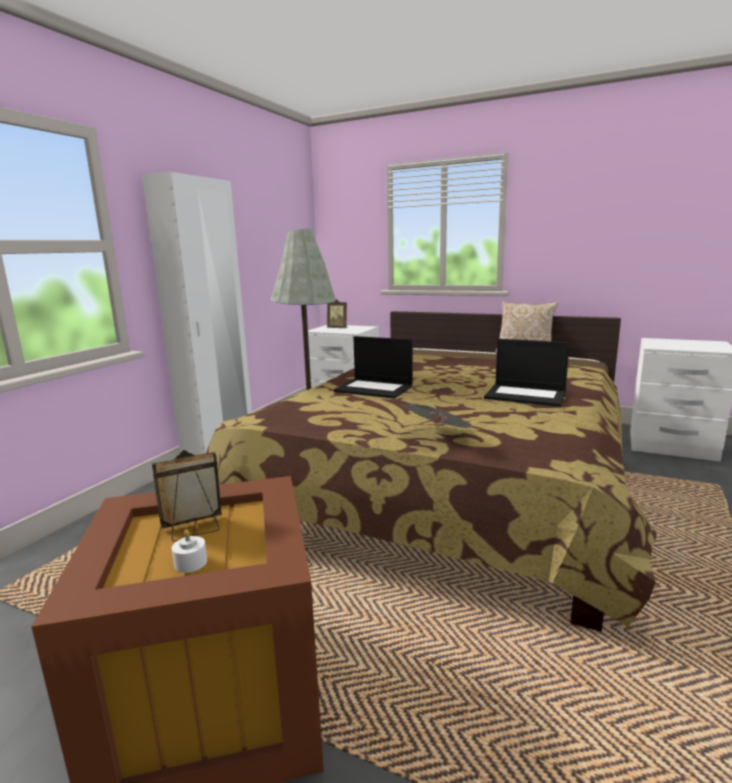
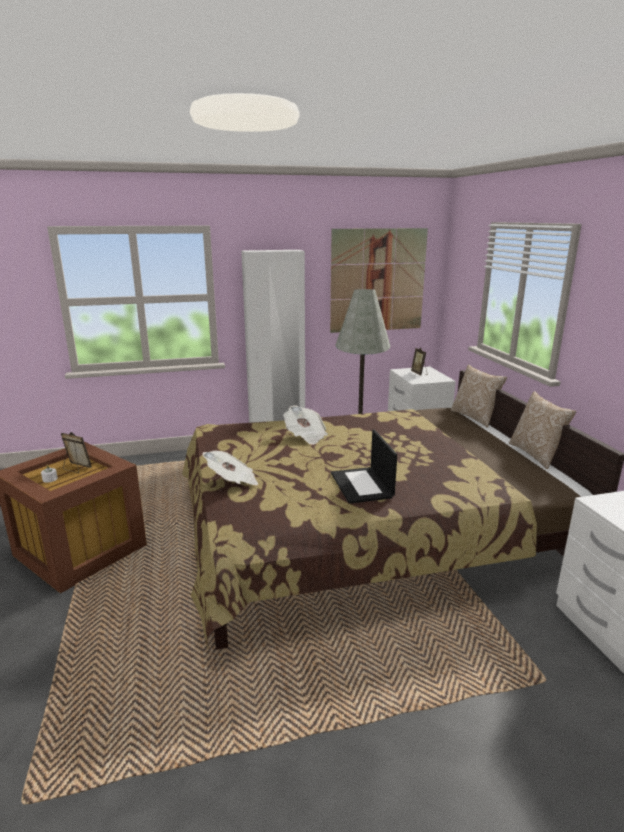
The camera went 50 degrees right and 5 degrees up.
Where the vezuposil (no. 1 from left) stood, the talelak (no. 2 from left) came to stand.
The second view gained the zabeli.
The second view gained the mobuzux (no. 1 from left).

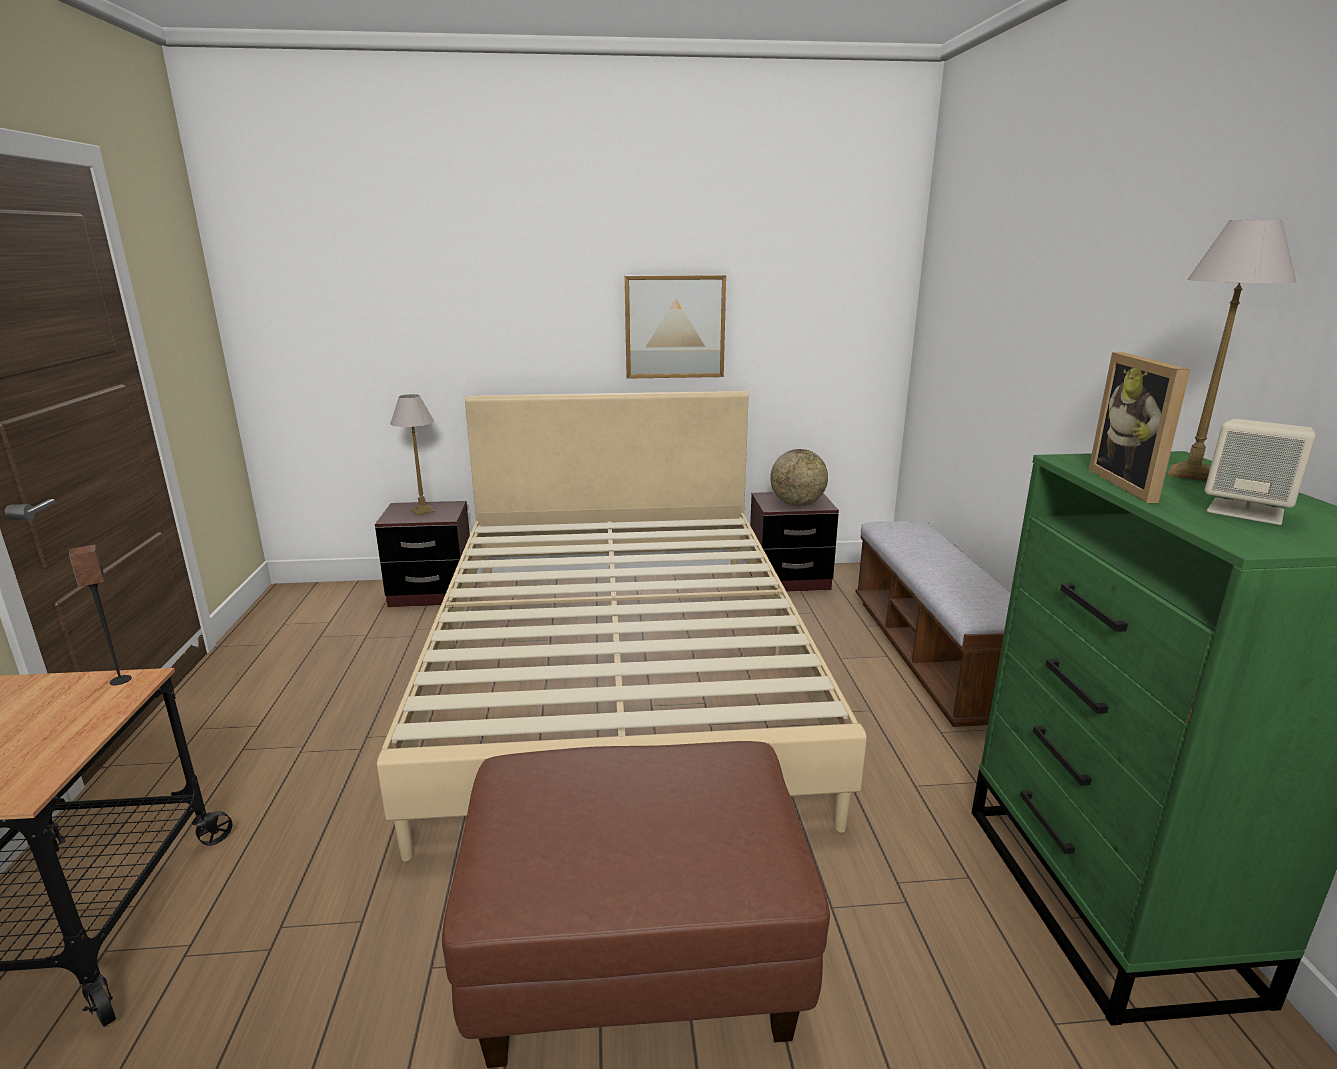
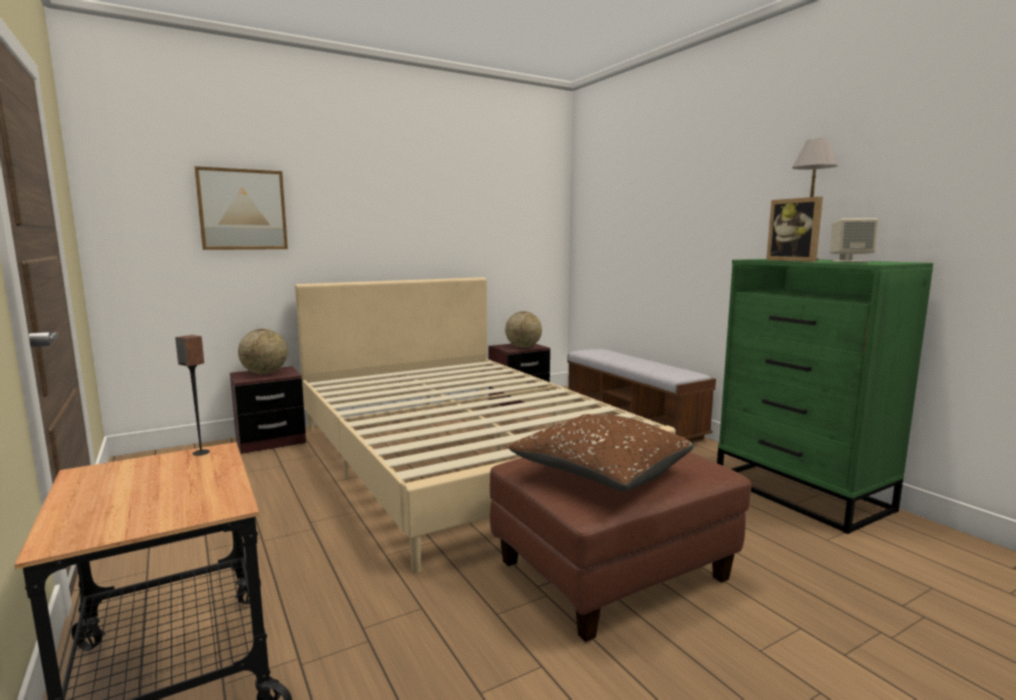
The camera went 25 degrees left and 10 degrees down.
Where the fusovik (no. 1 from left) stood, the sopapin (no. 1 from left) came to stand.
The zabeli ended up elsewhere.
The second view gained the mobuzux (brown).

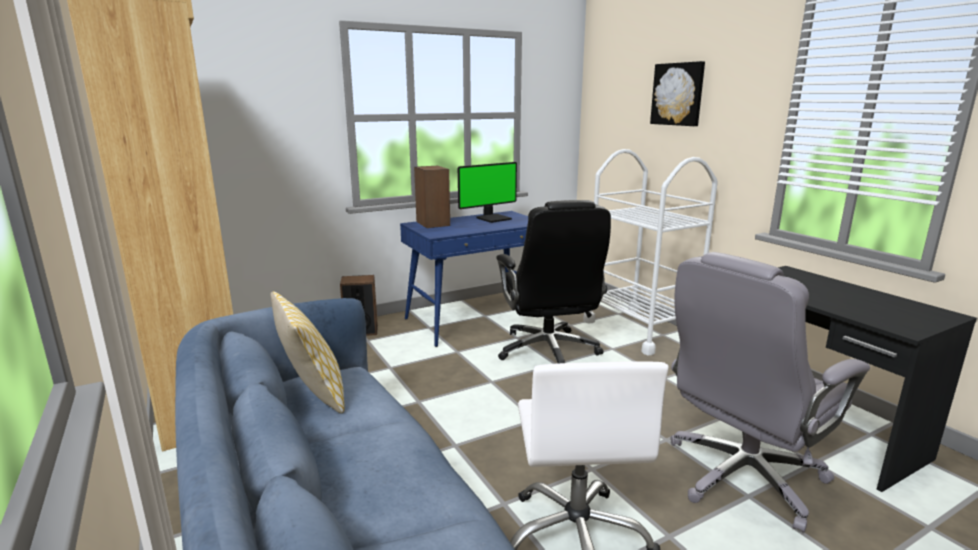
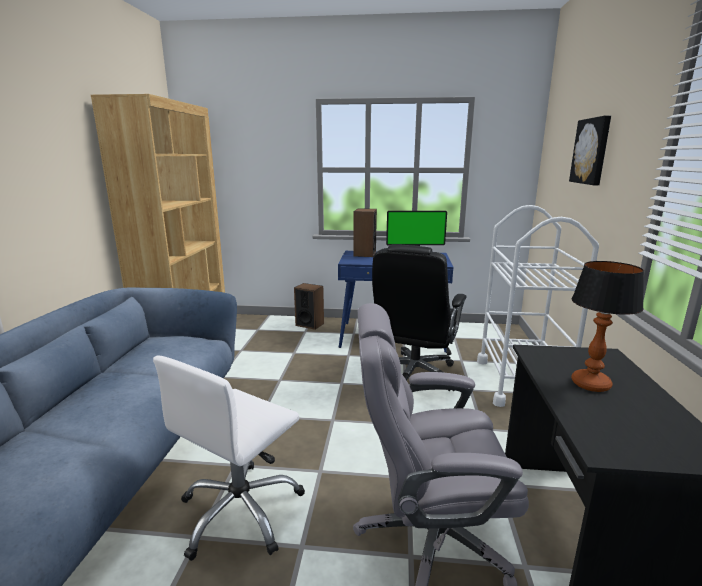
The camera went 35 degrees right and 0 degrees up.
The second view lost the mobuzux.
The second view gained the fusovik.

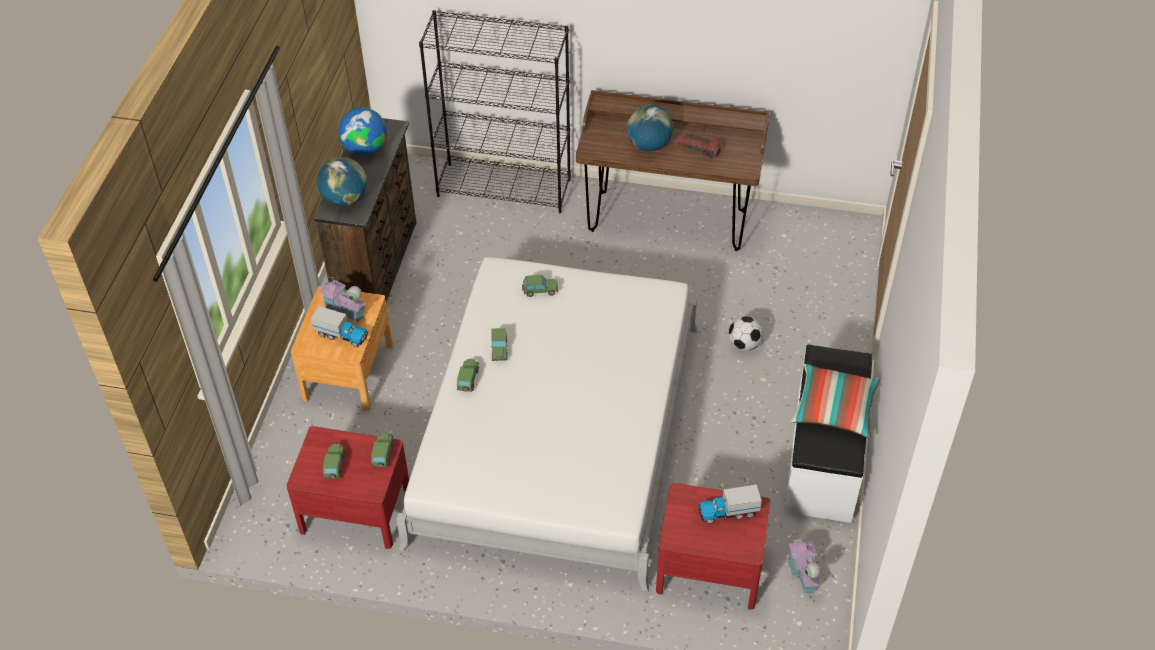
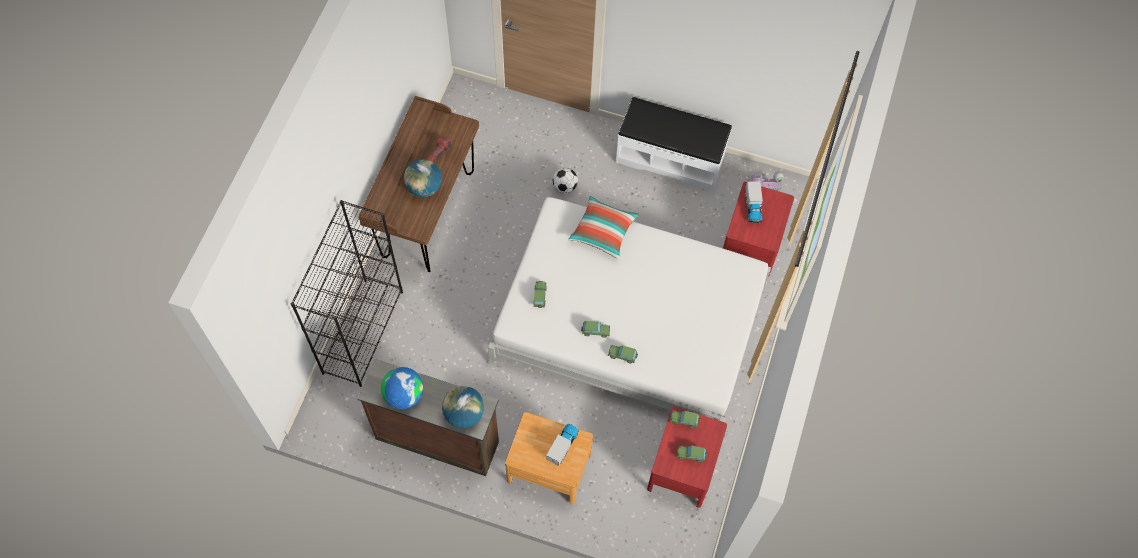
The camera went 85 degrees left and 15 degrees up.
The second view lost the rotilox (no. 1 from left).
The mobuzux ended up elsewhere.

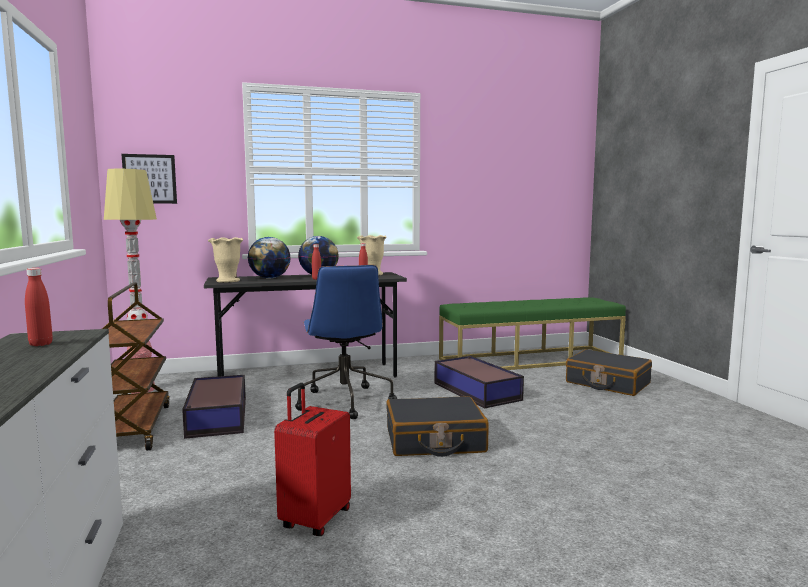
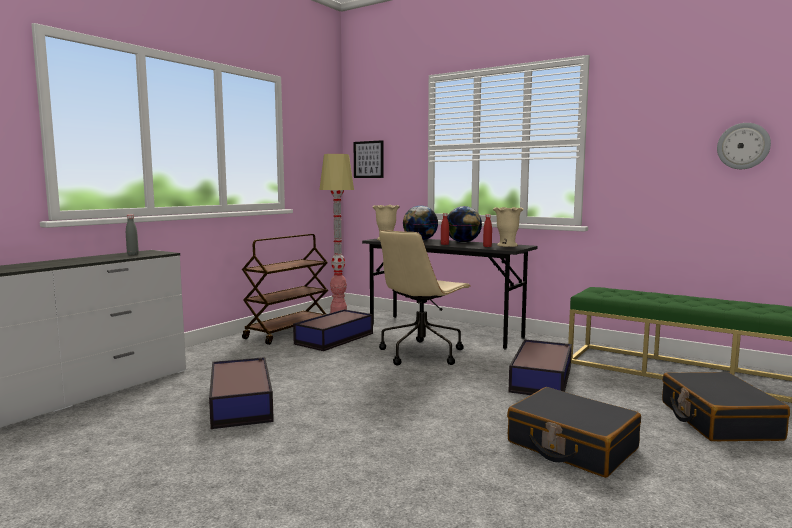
The camera went 50 degrees right and 0 degrees up.
What was the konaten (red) (no. 1 from left) turned into the konaten (grey).
Where the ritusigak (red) stood, the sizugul (no. 1 from left) came to stand.
What was the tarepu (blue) turned into the tarepu (beige).
The ritusigak (black) (no. 1 from left) ended up elsewhere.
The second view gained the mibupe.

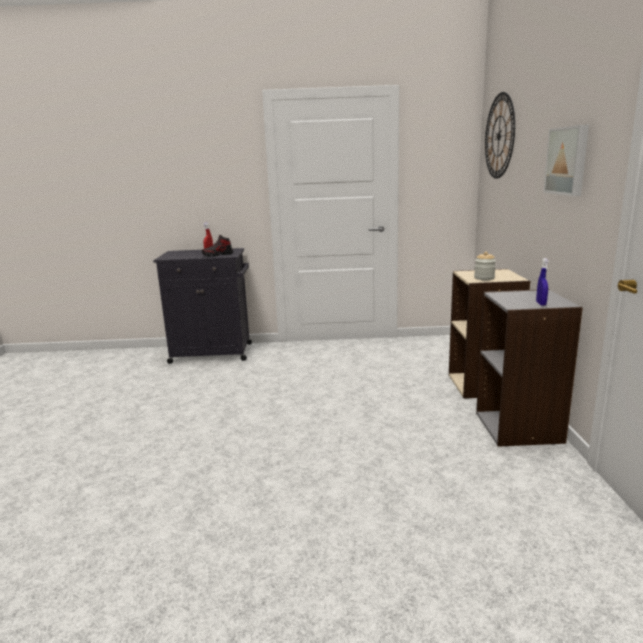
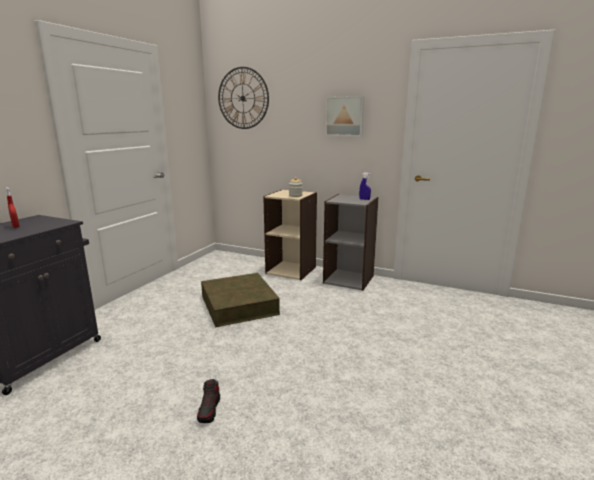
The camera went 65 degrees left and 0 degrees up.
The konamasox ended up elsewhere.
The second view gained the sizugul (brown).

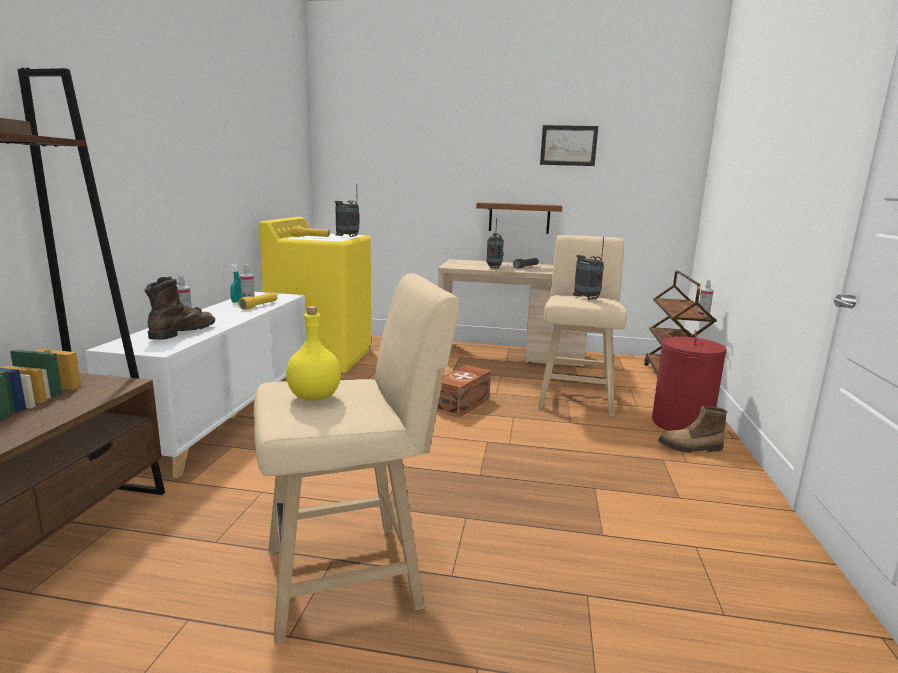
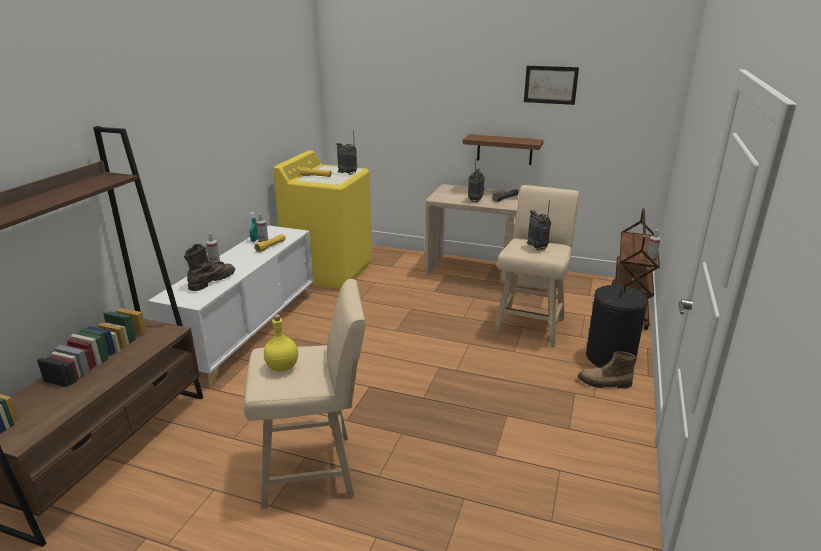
The camera went 10 degrees right and 10 degrees up.
The second view lost the sizugul (brown).
What was the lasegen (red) turned into the lasegen (black).

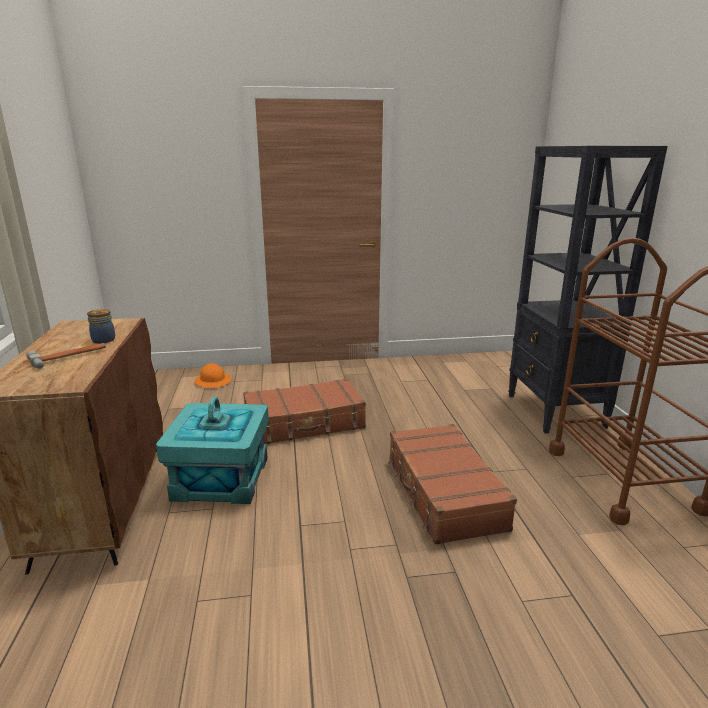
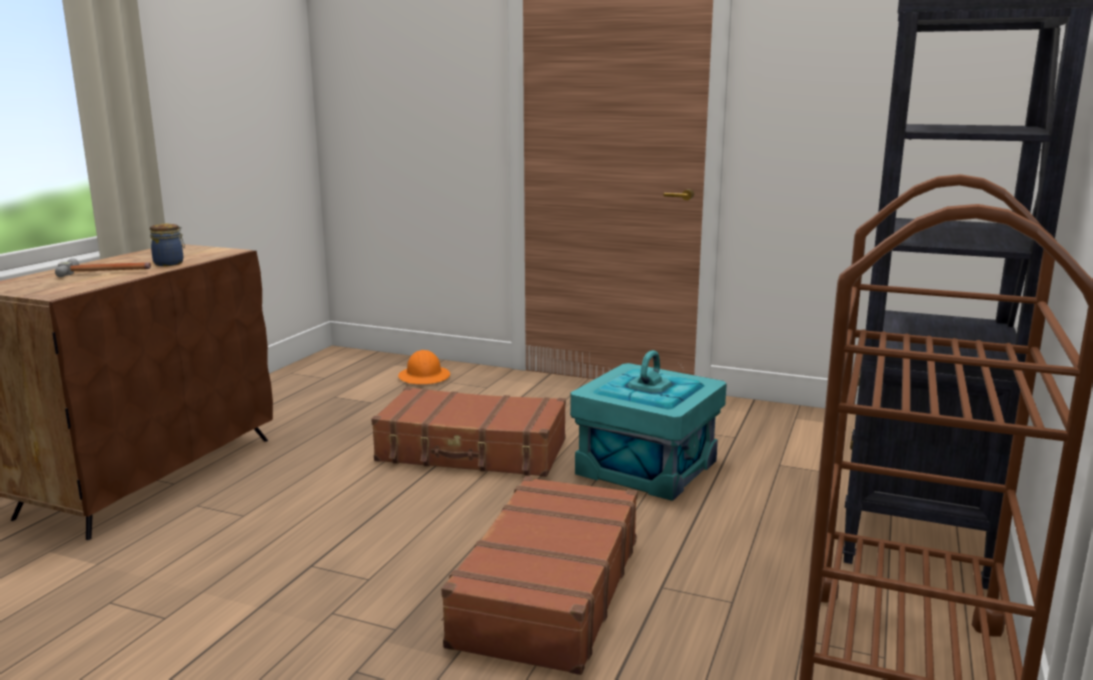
The camera went 30 degrees right and 5 degrees down.
The sizugul (turquoise) ended up elsewhere.

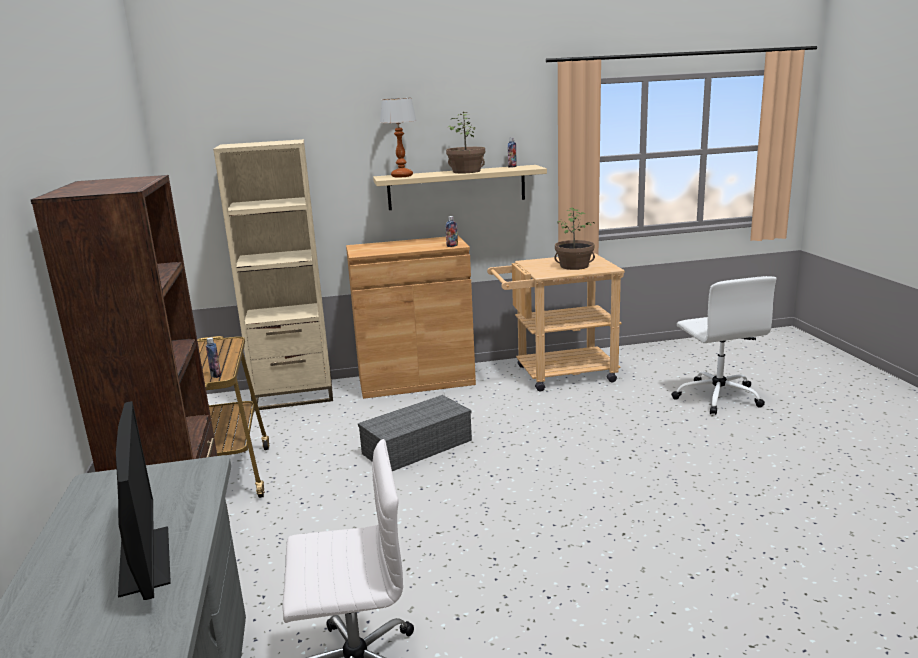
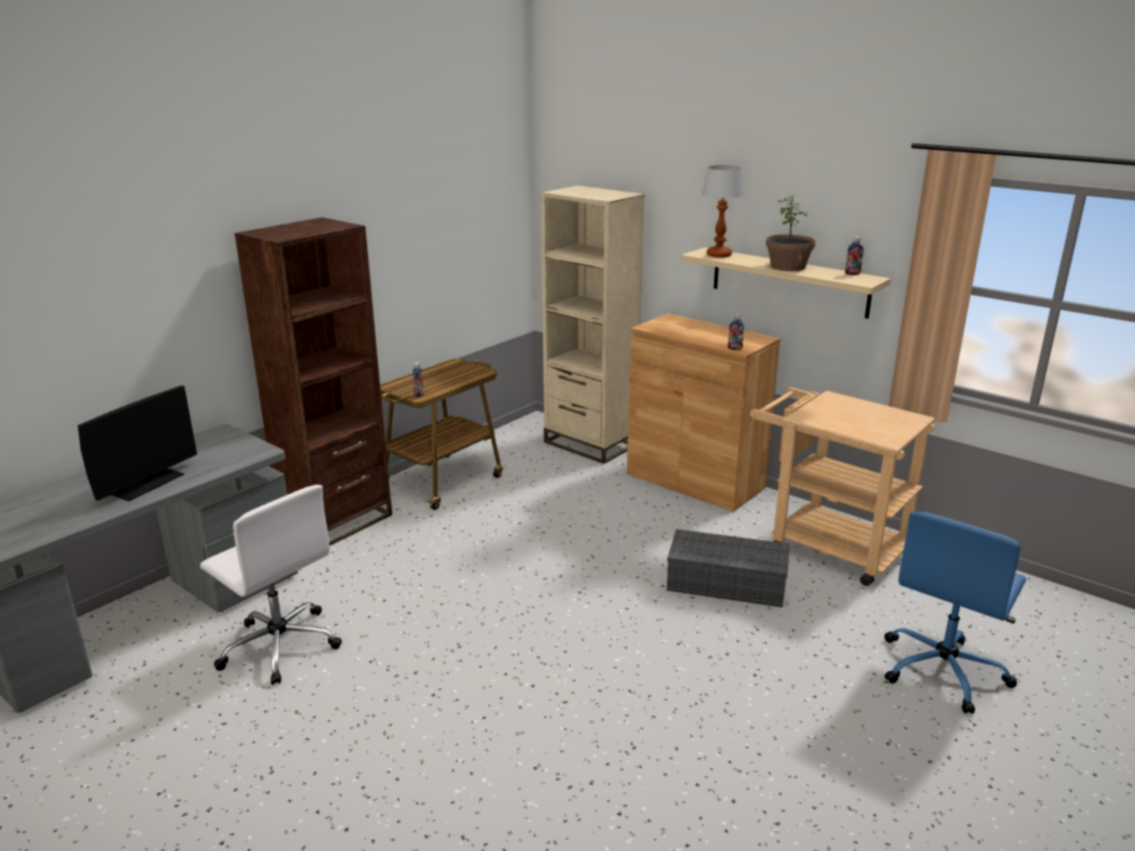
The camera went 50 degrees right and 5 degrees up.
The sizugul (grey) ended up elsewhere.
The second view lost the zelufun (no. 2 from left).
What was the tarepu (white) (no. 2 from left) turned into the tarepu (blue).

